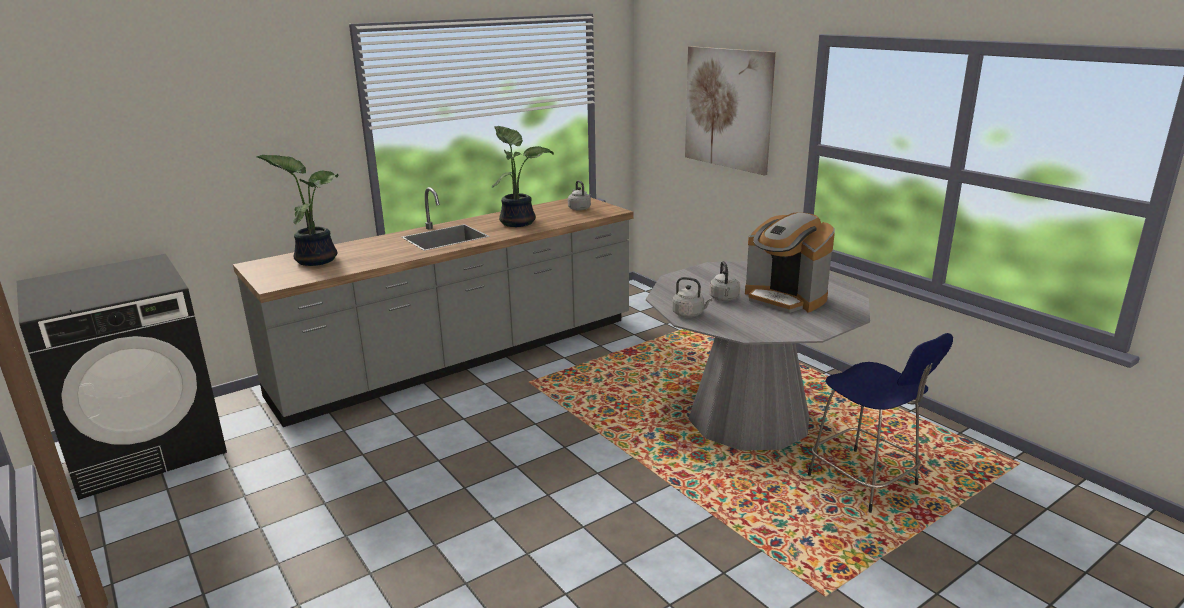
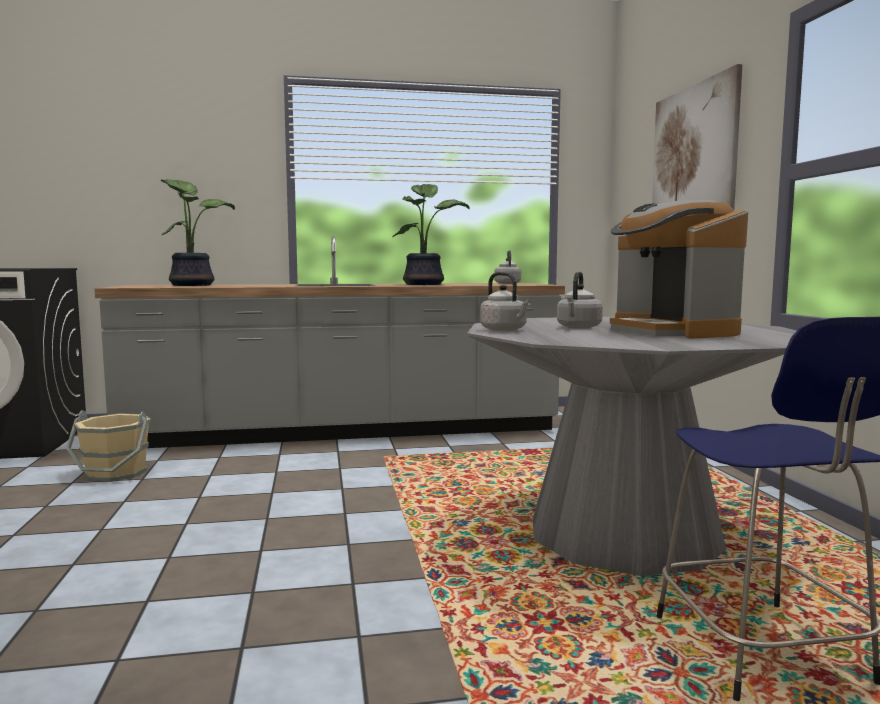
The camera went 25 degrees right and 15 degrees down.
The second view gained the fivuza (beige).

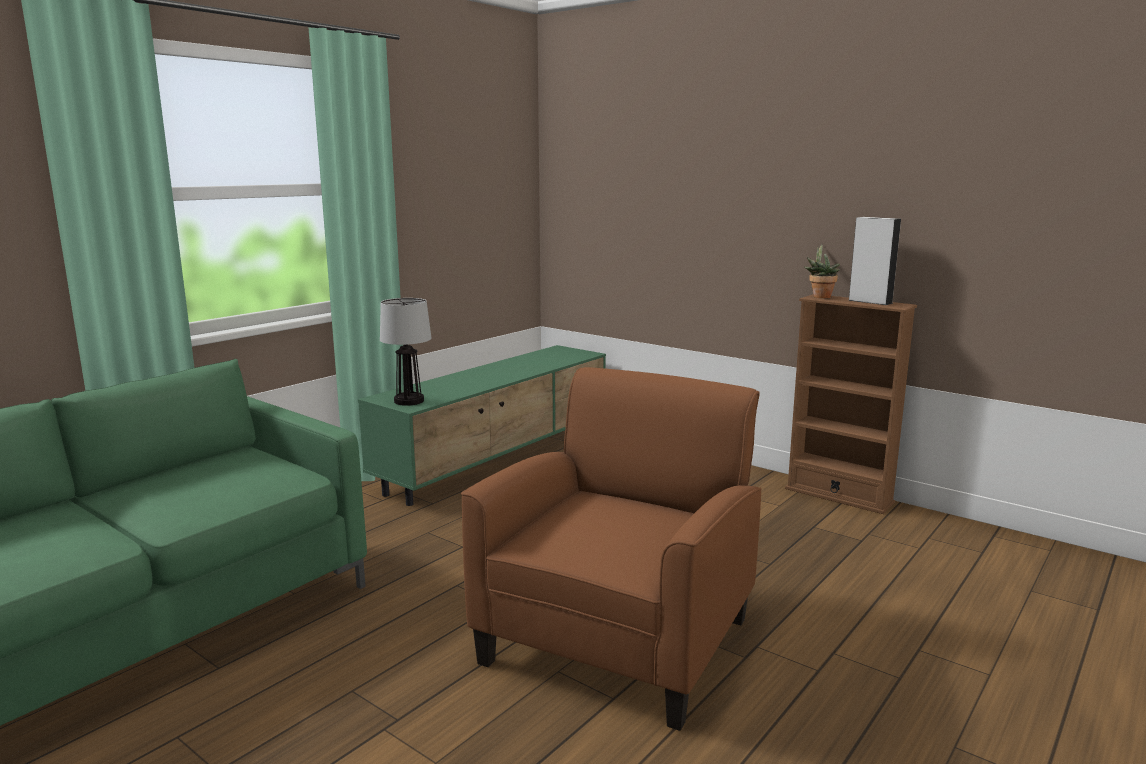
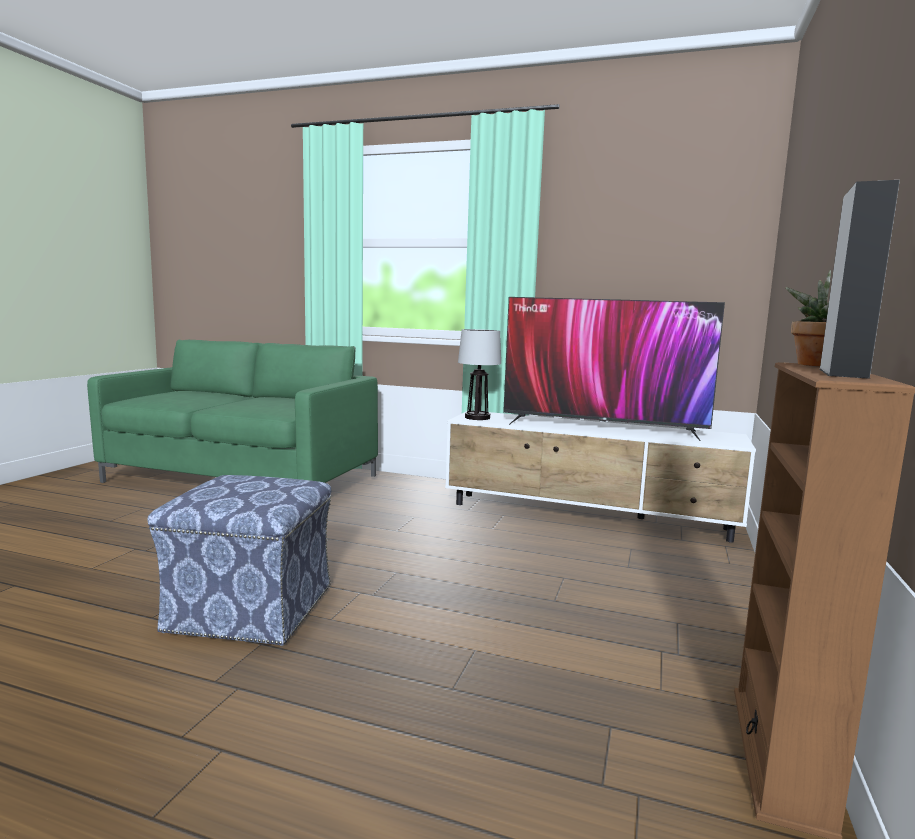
The camera went 70 degrees right and 5 degrees down.
What was the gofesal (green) turned into the gofesal (white).
Where the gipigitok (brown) stood, the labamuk came to stand.
The second view gained the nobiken.

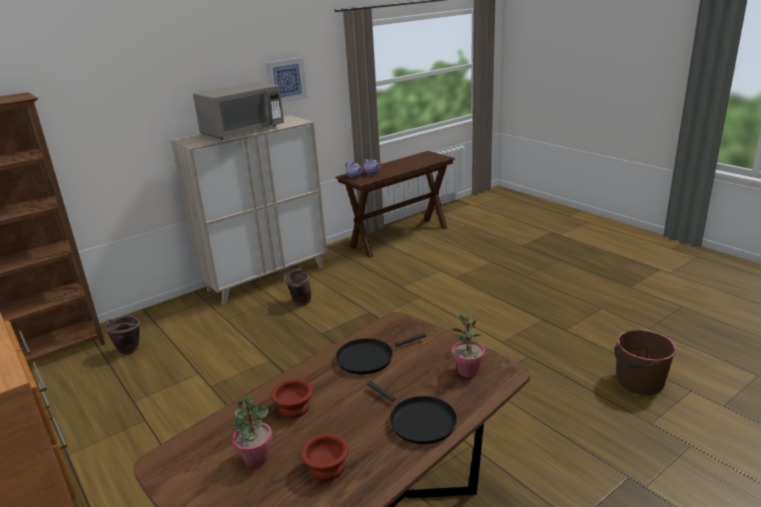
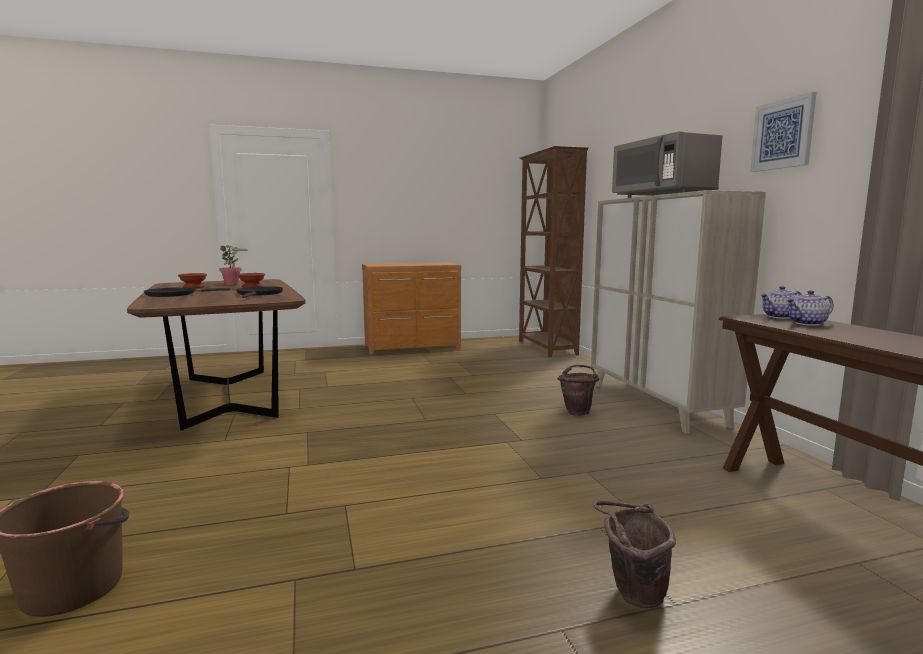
The camera went 110 degrees right and 15 degrees down.
The fivuza (brown) (no. 1 from left in the first image) ended up elsewhere.
The second view lost the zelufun (no. 2 from left).

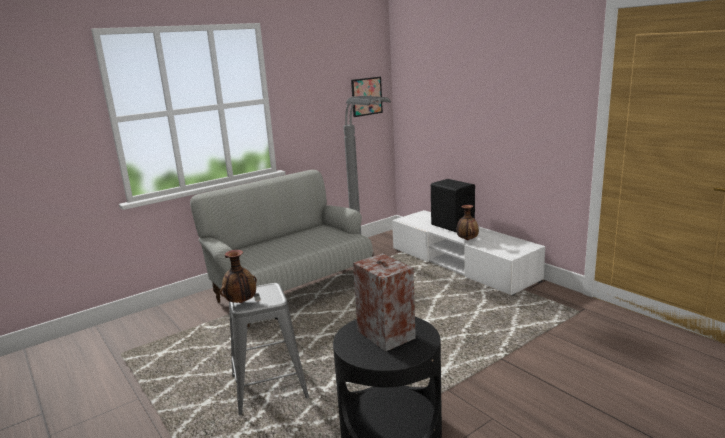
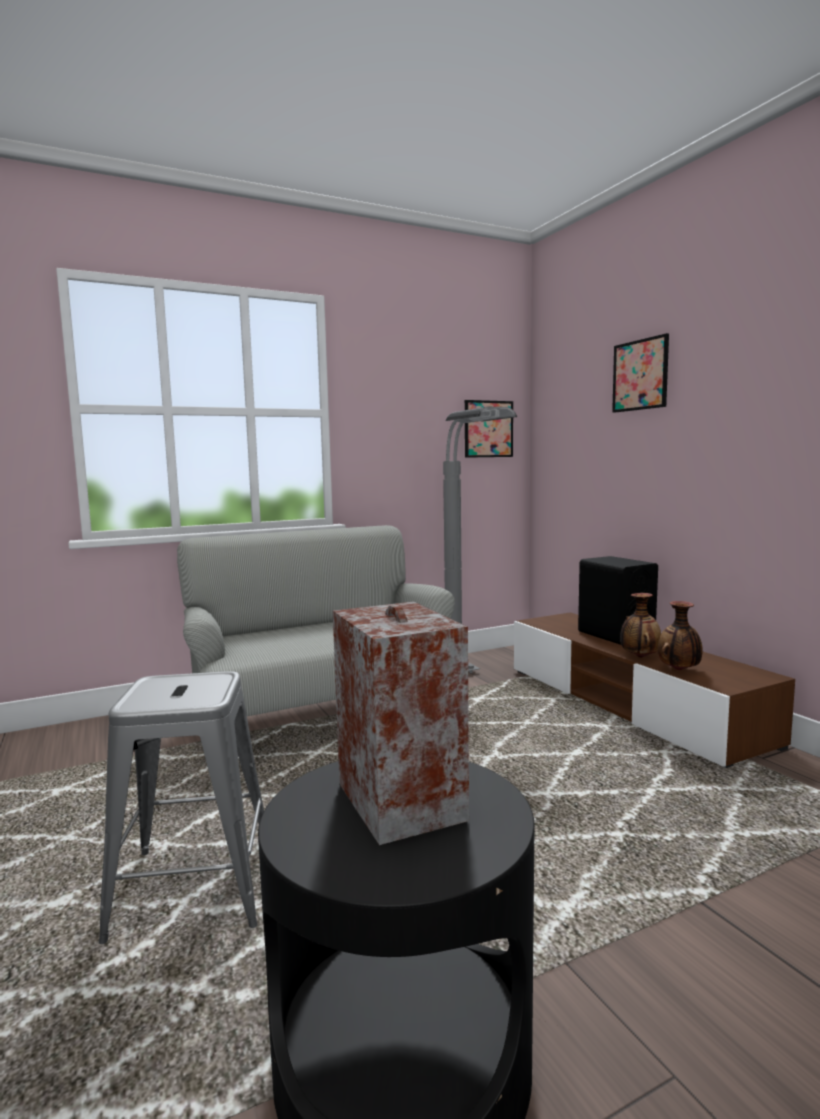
The camera went 10 degrees right and 10 degrees down.
The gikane (no. 1 from left in the first image) ended up elsewhere.
What was the gofesal (white) turned into the gofesal (brown).
The second view gained the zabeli (no. 2 from left).

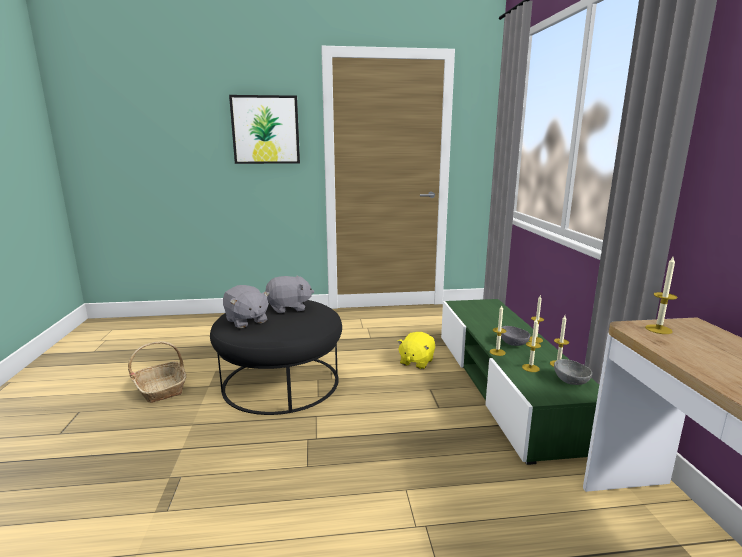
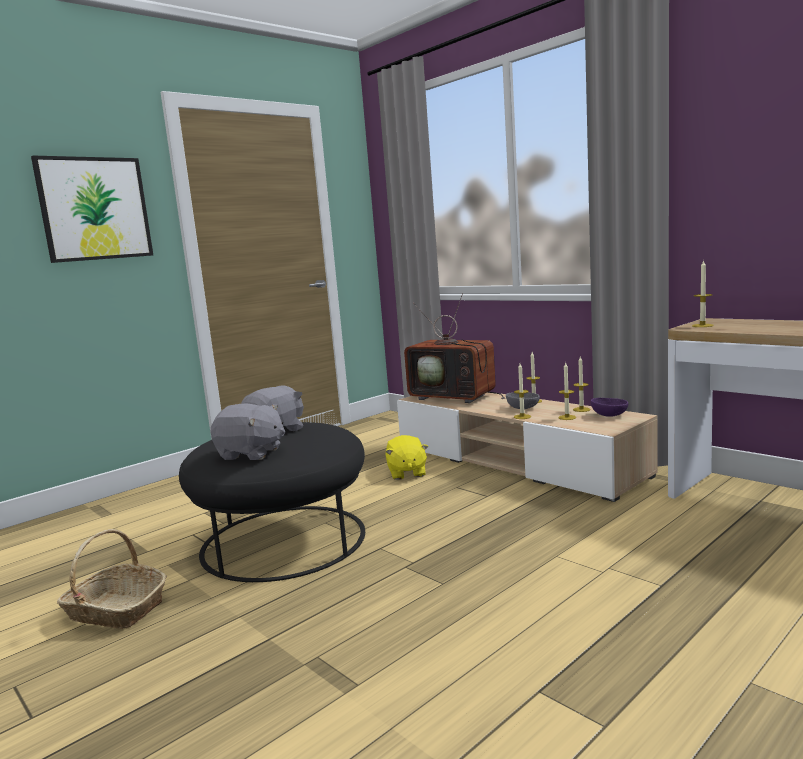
The camera went 35 degrees left and 5 degrees down.
What was the gofesal (green) turned into the gofesal (beige).
What was the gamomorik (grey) (no. 2 from left) turned into the gamomorik (purple).
The second view gained the nobiken.

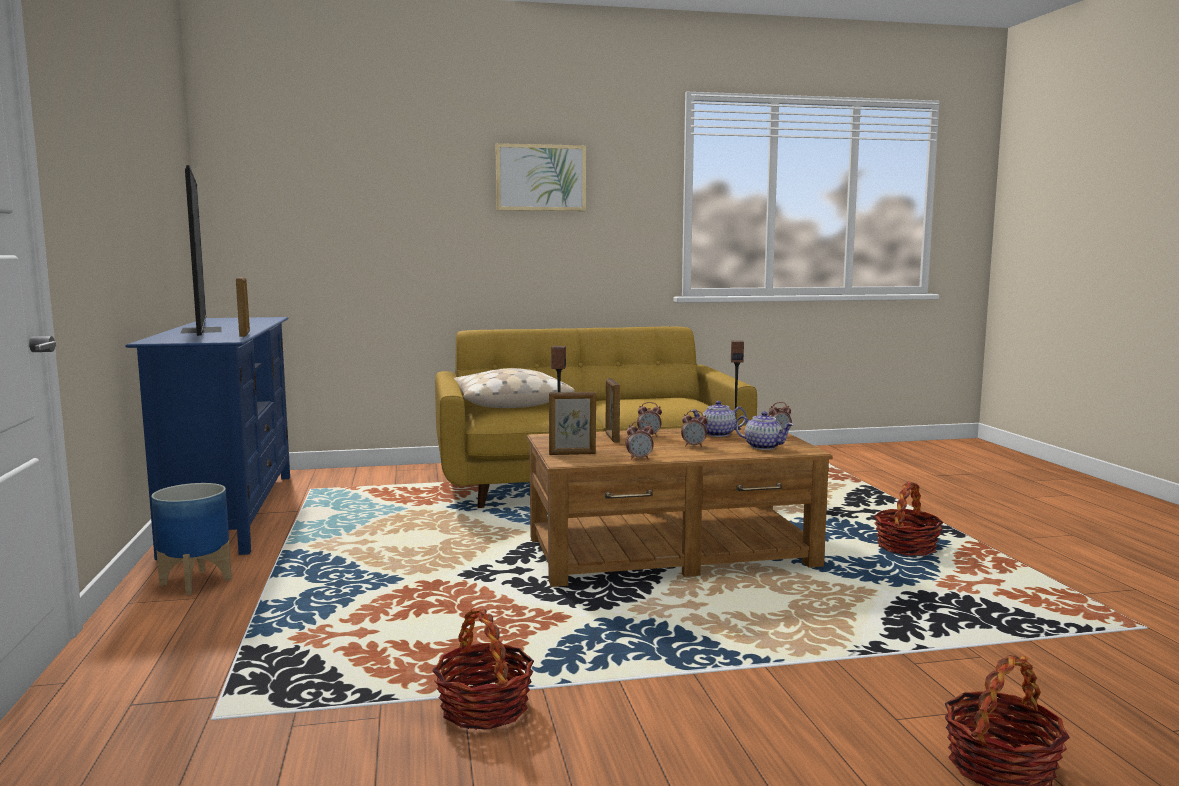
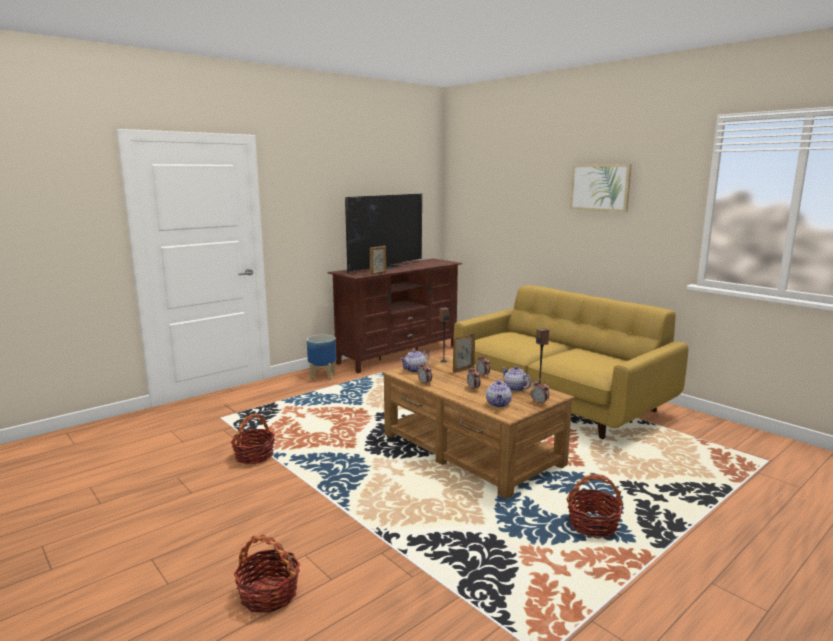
The camera went 60 degrees right and 5 degrees up.
What was the gofesal (blue) turned into the gofesal (brown).
The second view lost the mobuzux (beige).
Where the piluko (no. 2 from left) stood, the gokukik (no. 1 from left) came to stand.

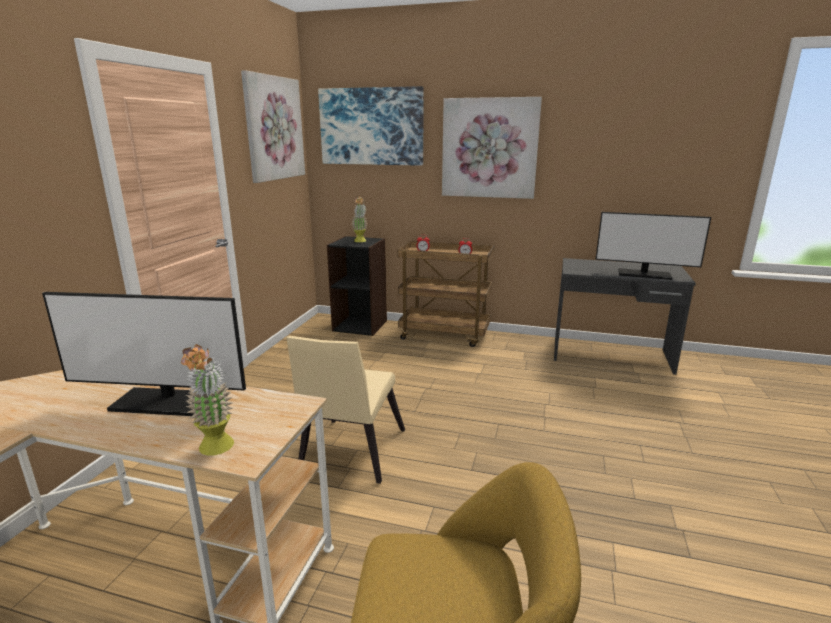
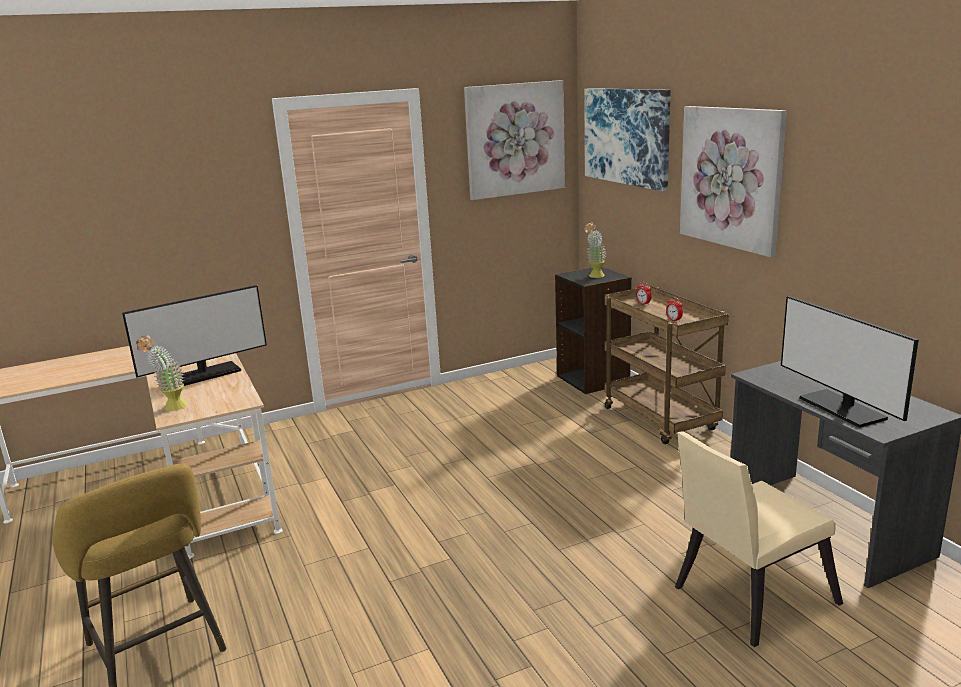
The camera went 50 degrees right and 0 degrees up.
The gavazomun (no. 1 from left) ended up facing another way, 90 degrees counterclockwise from before.
The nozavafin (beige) ended up elsewhere.

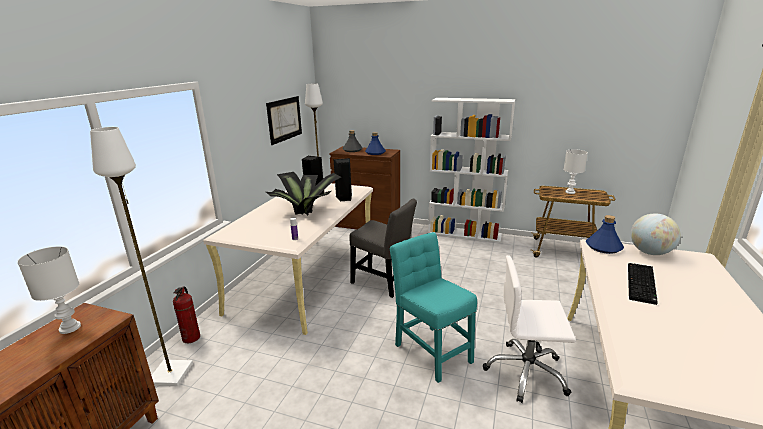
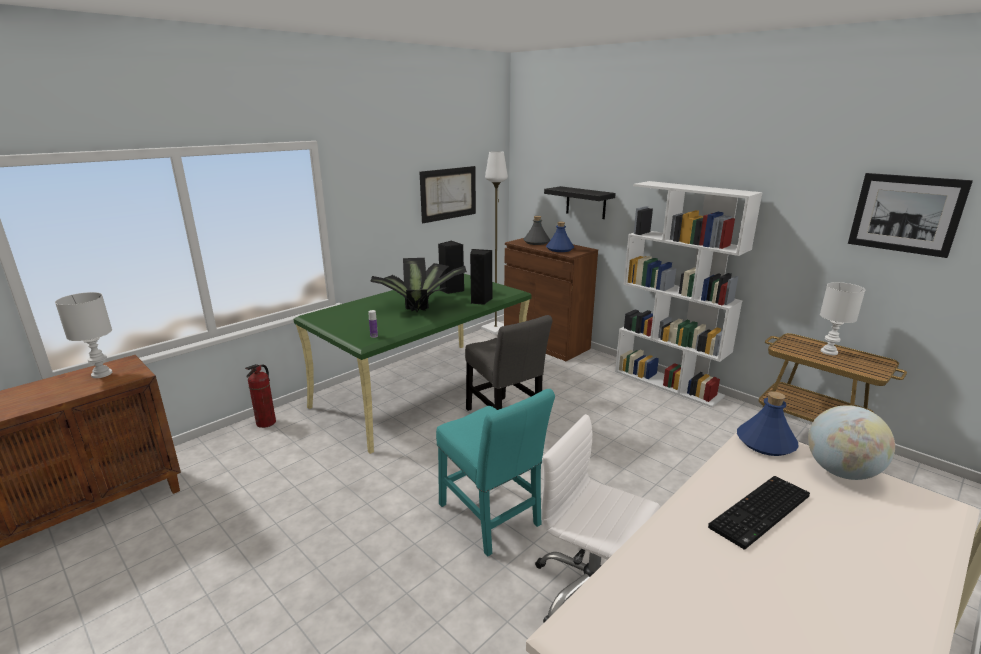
The camera went 25 degrees right and 0 degrees up.
The second view lost the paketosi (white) (no. 1 from left).
What was the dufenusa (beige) (no. 1 from left) turned into the dufenusa (green).
The nozavafin (turquoise) ended up facing another way, 150 degrees clockwise from before.
The second view gained the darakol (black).
The second view gained the zabeli (no. 2 from left).

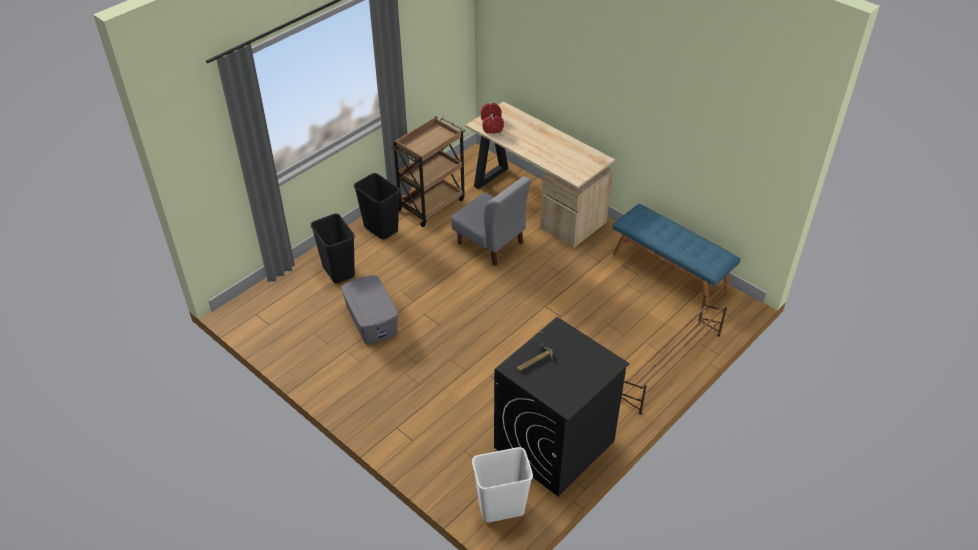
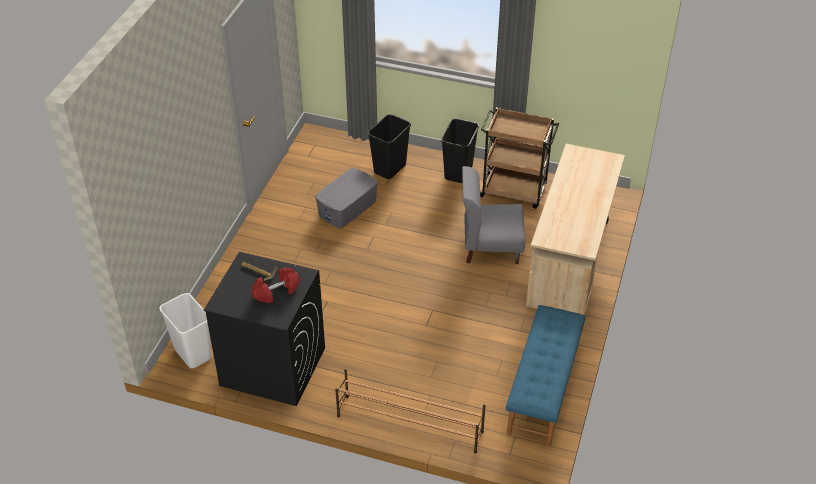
The camera went 65 degrees right and 0 degrees up.
The nozavafin (grey) ended up facing another way, 75 degrees clockwise from before.
The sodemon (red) ended up elsewhere.

